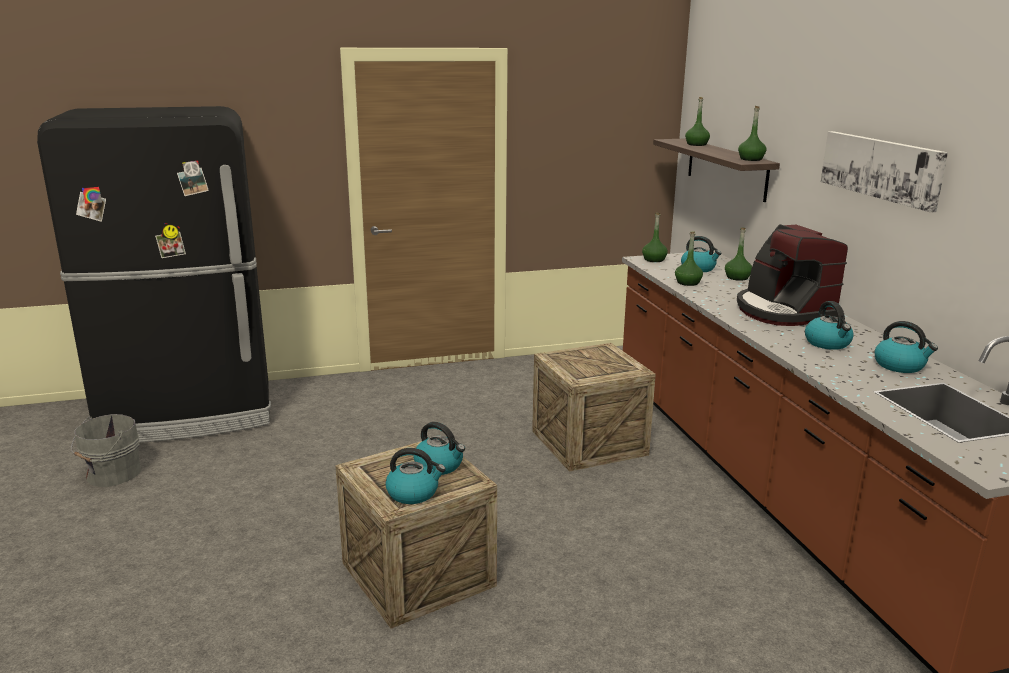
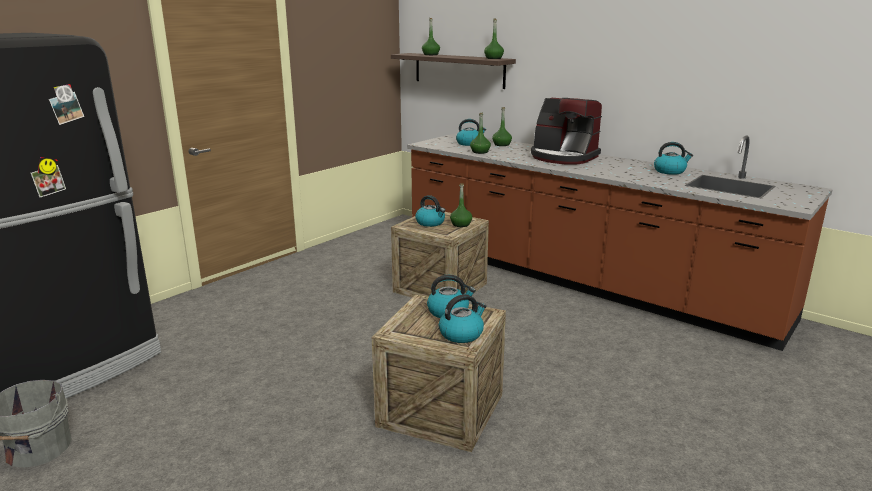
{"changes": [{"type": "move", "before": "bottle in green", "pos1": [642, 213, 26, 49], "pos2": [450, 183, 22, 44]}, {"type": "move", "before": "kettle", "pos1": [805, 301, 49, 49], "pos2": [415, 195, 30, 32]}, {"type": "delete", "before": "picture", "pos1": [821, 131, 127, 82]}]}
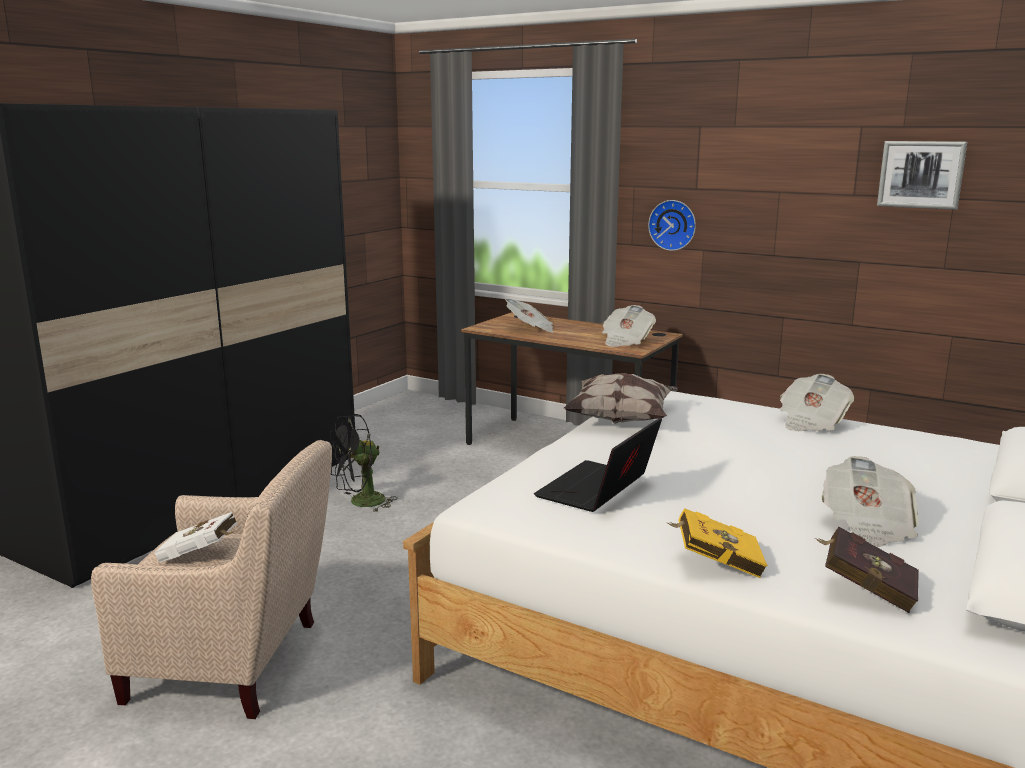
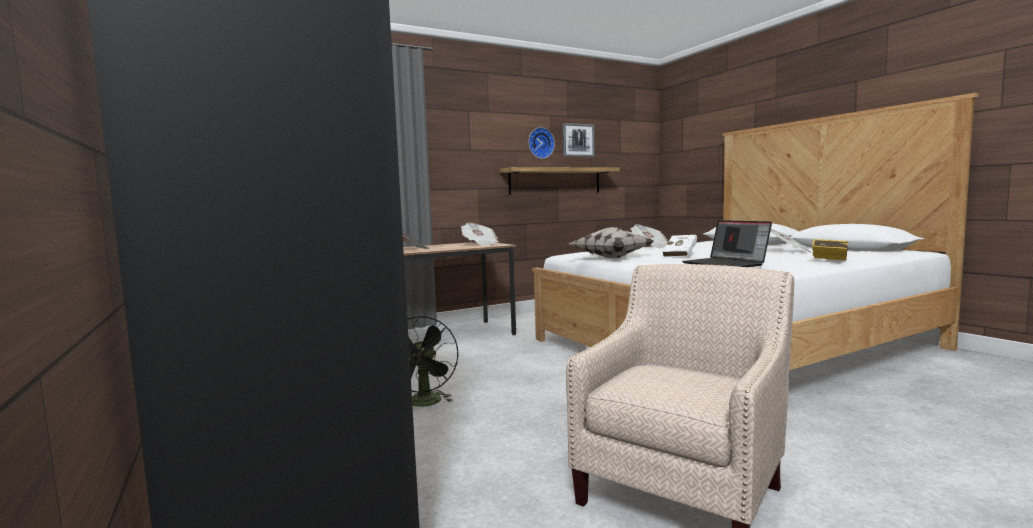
{"changes": [{"type": "move", "before": "book in white", "pos1": [155, 512, 83, 51], "pos2": [663, 235, 34, 22]}, {"type": "move", "before": "wall clock", "pos1": [648, 200, 48, 51], "pos2": [528, 127, 27, 32]}, {"type": "delete", "before": "book in red", "pos1": [815, 527, 104, 86]}, {"type": "insert", "after": "shelf", "pos2": [500, 167, 120, 27]}]}
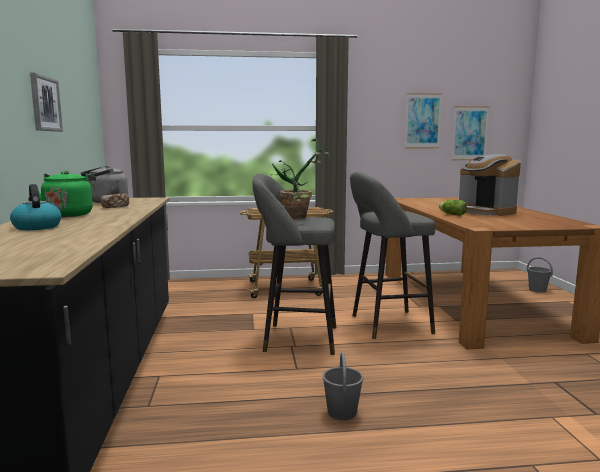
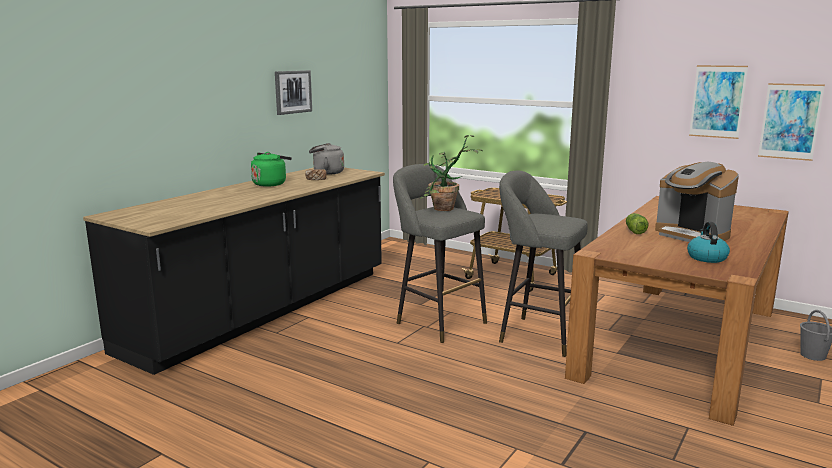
{"changes": [{"type": "move", "before": "kettle", "pos1": [10, 184, 51, 46], "pos2": [687, 222, 43, 41]}, {"type": "delete", "before": "bucket in grey", "pos1": [322, 352, 41, 68]}, {"type": "rotate", "before": "coffee machine", "pos1": [459, 154, 62, 62], "pos2": [655, 162, 84, 80], "turn": -45}]}
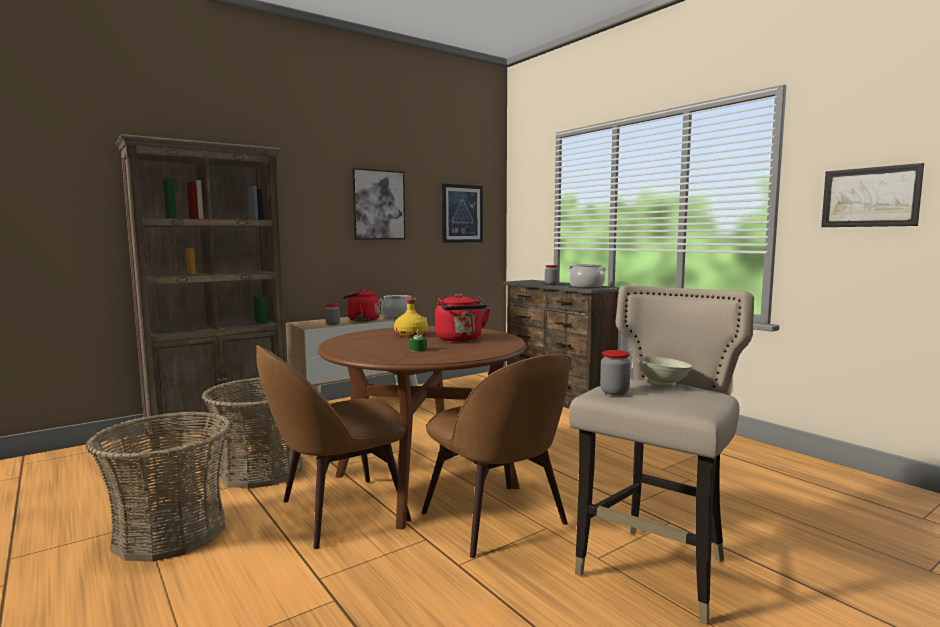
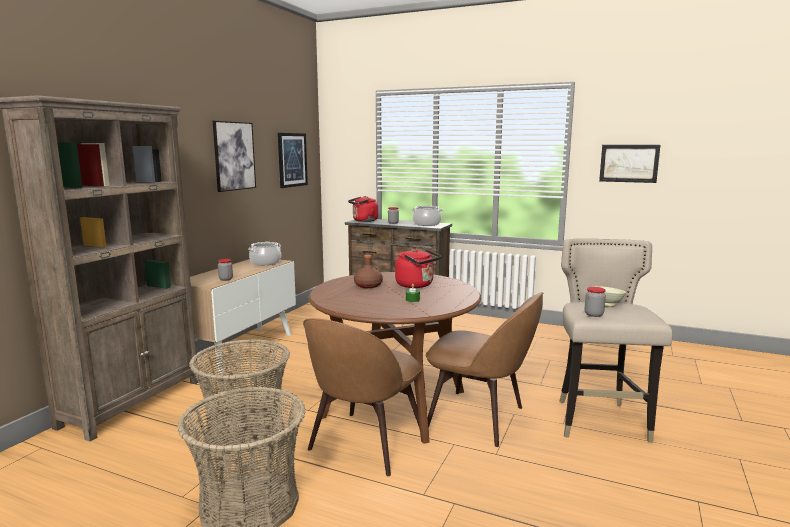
{"changes": [{"type": "move", "before": "kettle in red", "pos1": [342, 289, 38, 33], "pos2": [348, 196, 30, 26]}, {"type": "recolor", "before": "bottle in yellow", "after": "bottle in brown", "pos1": [394, 298, 34, 39], "pos2": [354, 255, 29, 33]}]}
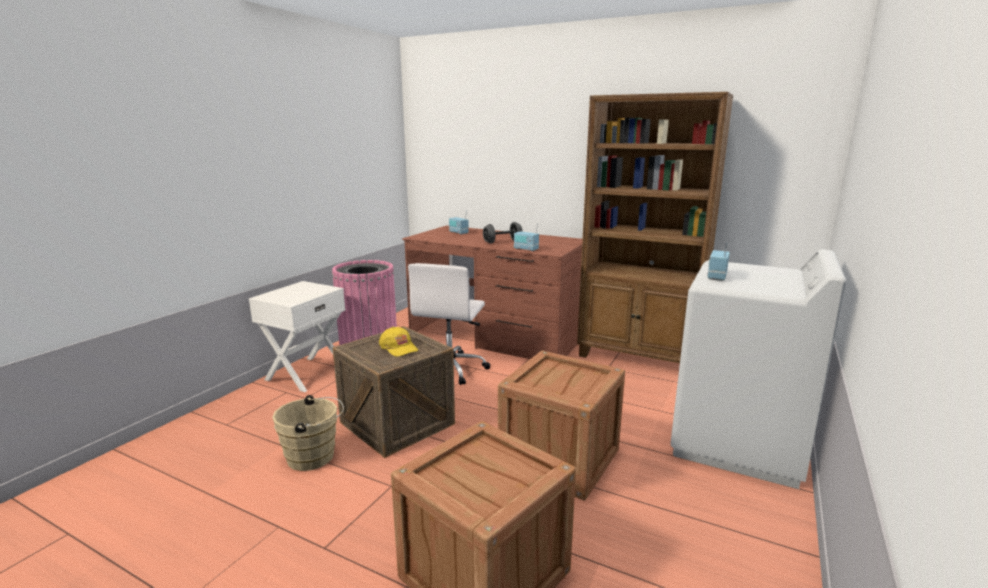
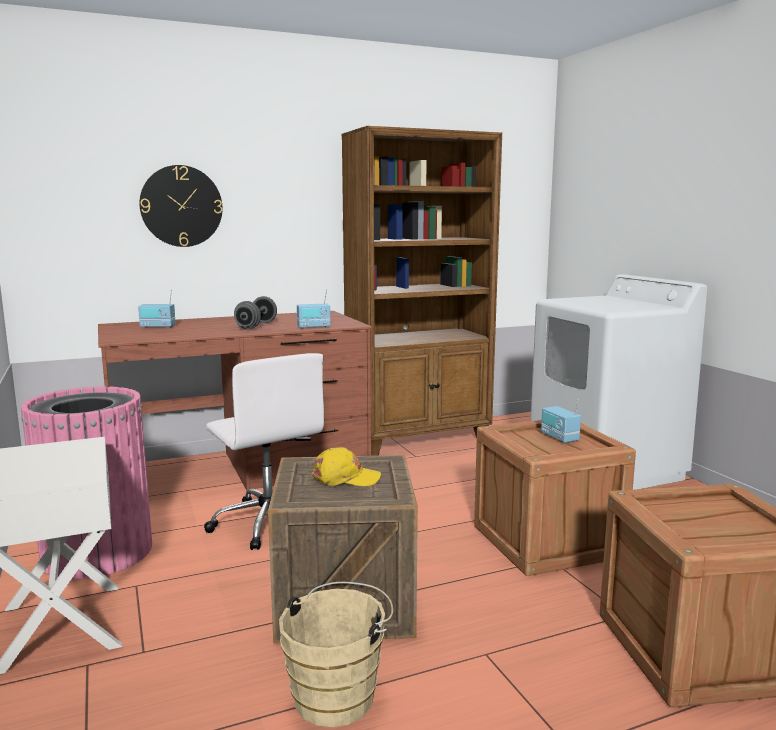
{"changes": [{"type": "move", "before": "radio", "pos1": [707, 242, 23, 39], "pos2": [541, 398, 40, 45]}, {"type": "insert", "after": "wall clock", "pos2": [140, 165, 83, 82]}]}
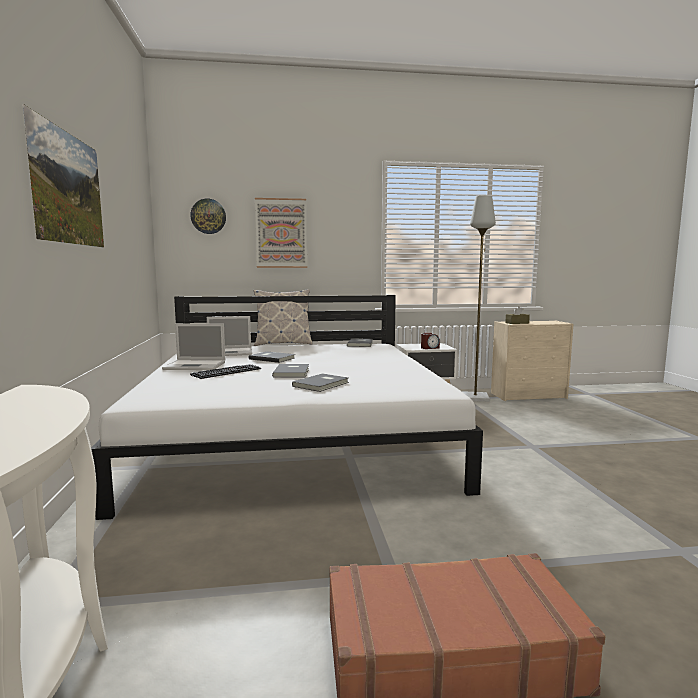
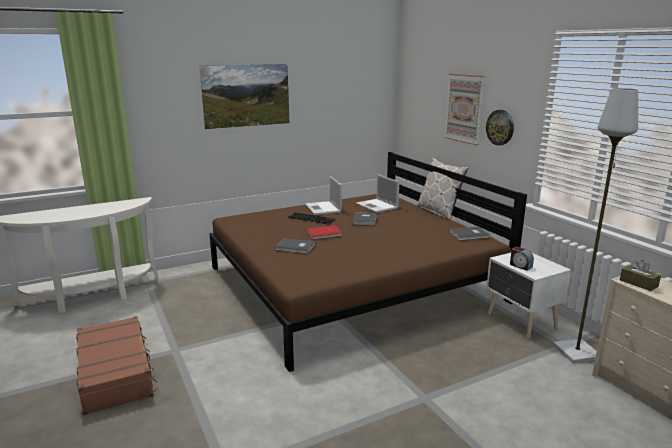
{"changes": [{"type": "recolor", "before": "bed in white", "after": "bed in brown", "pos1": [91, 295, 392, 225], "pos2": [209, 152, 318, 220]}, {"type": "move", "before": "wall clock", "pos1": [190, 199, 36, 35], "pos2": [486, 110, 28, 36]}, {"type": "recolor", "before": "book in grey", "after": "book in red", "pos1": [272, 364, 37, 13], "pos2": [306, 225, 37, 15]}]}
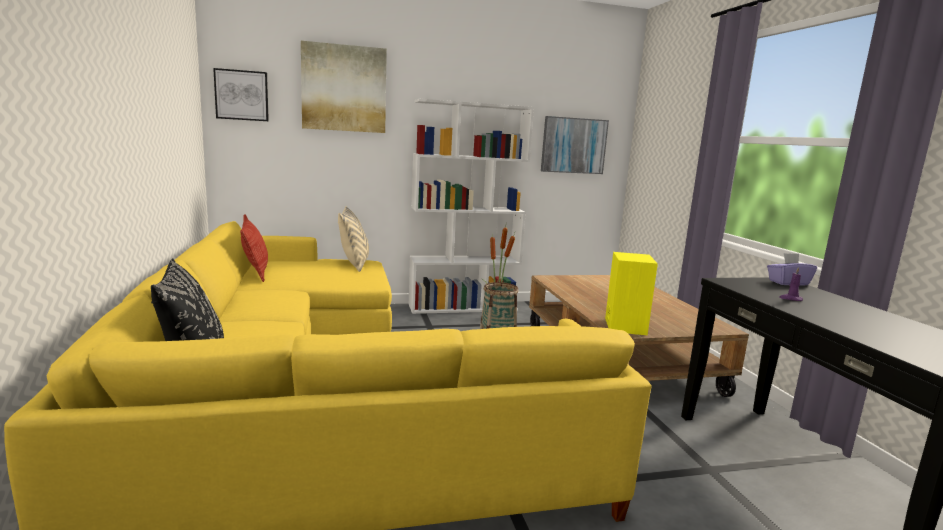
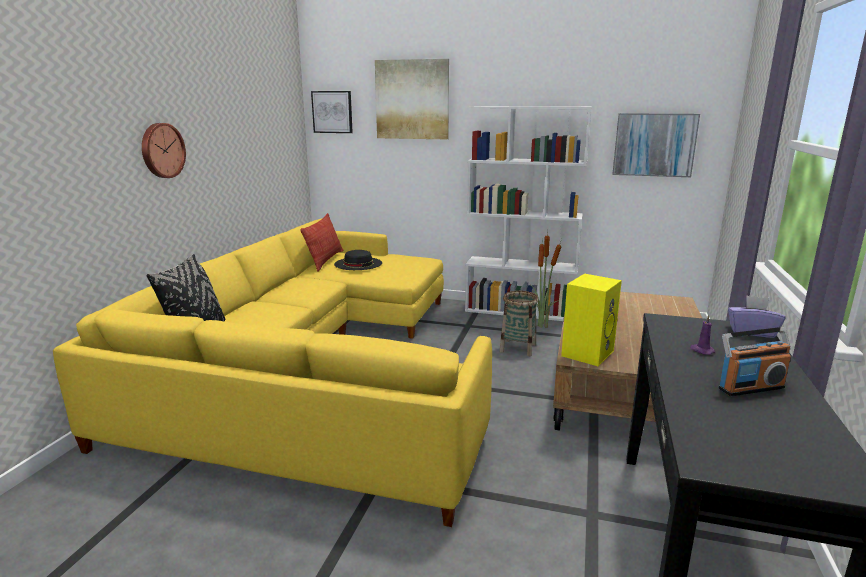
{"changes": [{"type": "delete", "before": "pillow in beige", "pos1": [338, 206, 31, 66]}, {"type": "insert", "after": "wall clock", "pos2": [142, 123, 44, 55]}, {"type": "insert", "after": "hat in black", "pos2": [334, 250, 48, 20]}, {"type": "insert", "after": "radio", "pos2": [718, 327, 73, 69]}]}
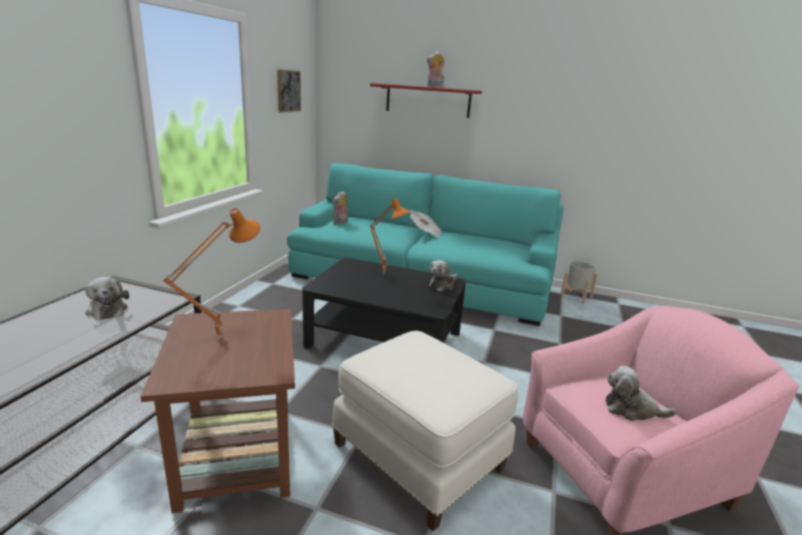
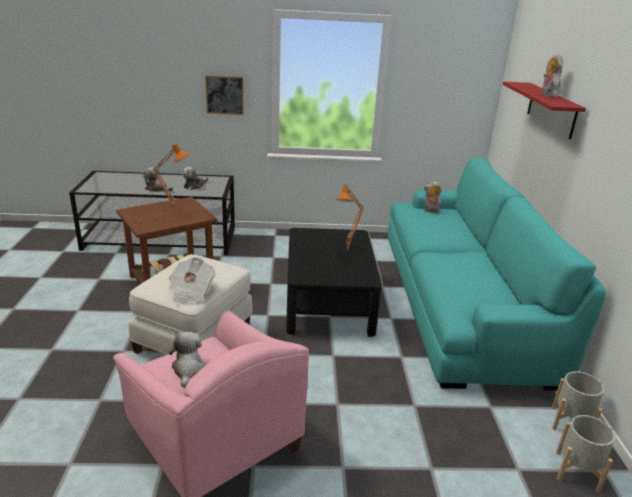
{"changes": [{"type": "move", "before": "picture", "pos1": [277, 69, 24, 43], "pos2": [205, 76, 39, 39]}, {"type": "move", "before": "newspaper", "pos1": [410, 210, 31, 27], "pos2": [169, 257, 46, 47]}, {"type": "move", "before": "plush toy", "pos1": [429, 260, 29, 32], "pos2": [143, 167, 30, 25]}, {"type": "insert", "after": "planter in grey", "pos2": [556, 415, 59, 78]}]}
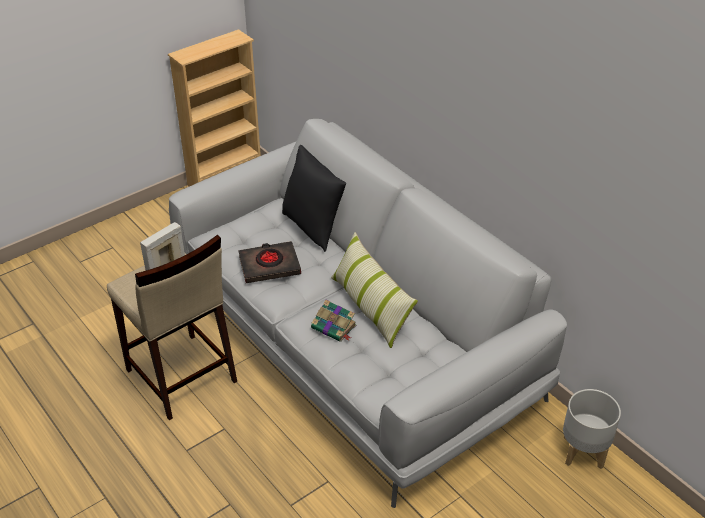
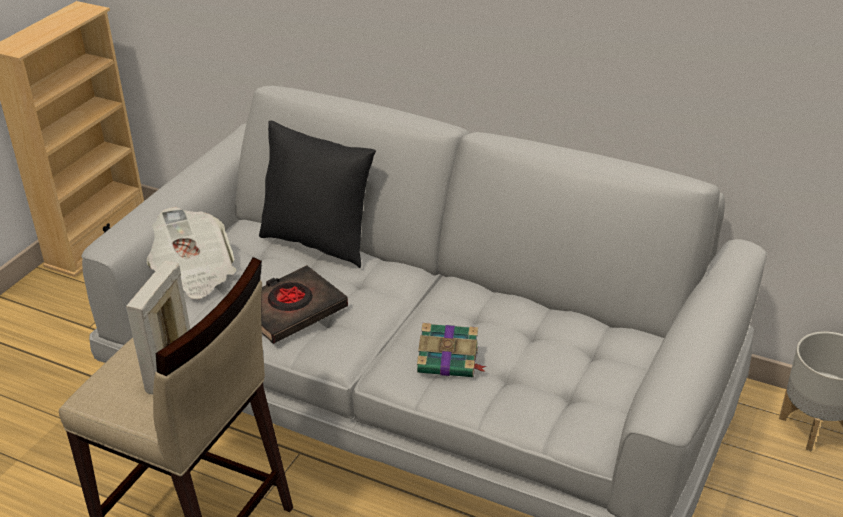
{"changes": [{"type": "delete", "before": "pillow", "pos1": [331, 232, 87, 116]}, {"type": "insert", "after": "newspaper", "pos2": [147, 207, 89, 92]}]}
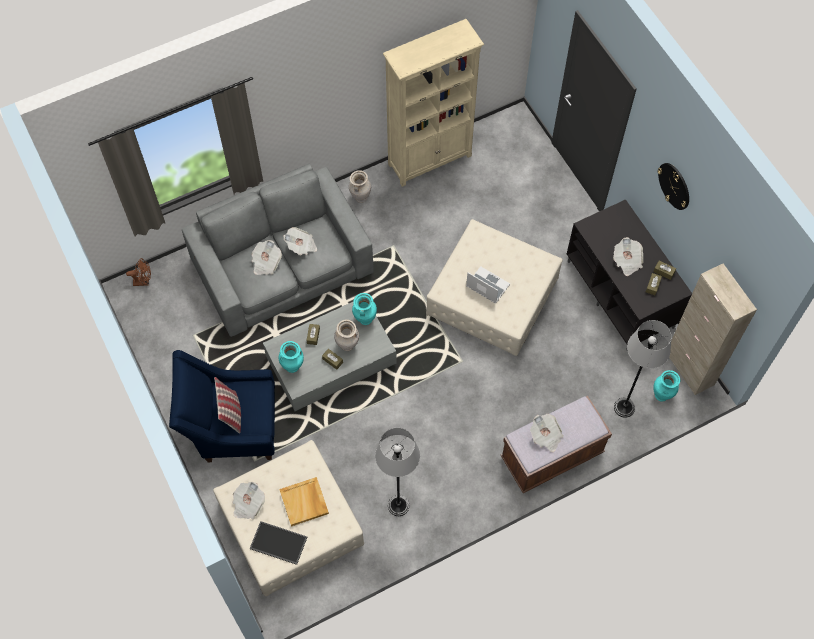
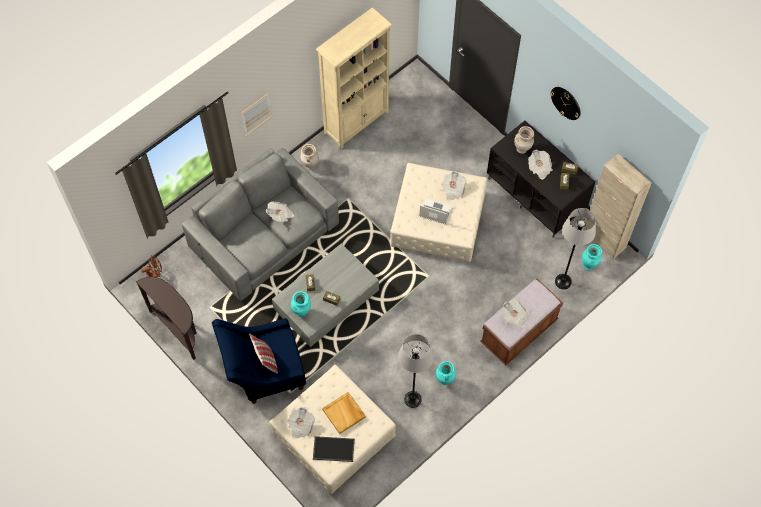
{"changes": [{"type": "move", "before": "newspaper", "pos1": [252, 240, 30, 35], "pos2": [441, 171, 26, 30]}, {"type": "move", "before": "vase in beige", "pos1": [334, 319, 25, 32], "pos2": [514, 126, 20, 28]}, {"type": "move", "before": "vase in turquoise", "pos1": [352, 293, 25, 32], "pos2": [436, 361, 20, 24]}, {"type": "insert", "after": "console table in brown", "pos2": [136, 277, 61, 83]}, {"type": "insert", "after": "picture", "pos2": [242, 93, 30, 43]}]}
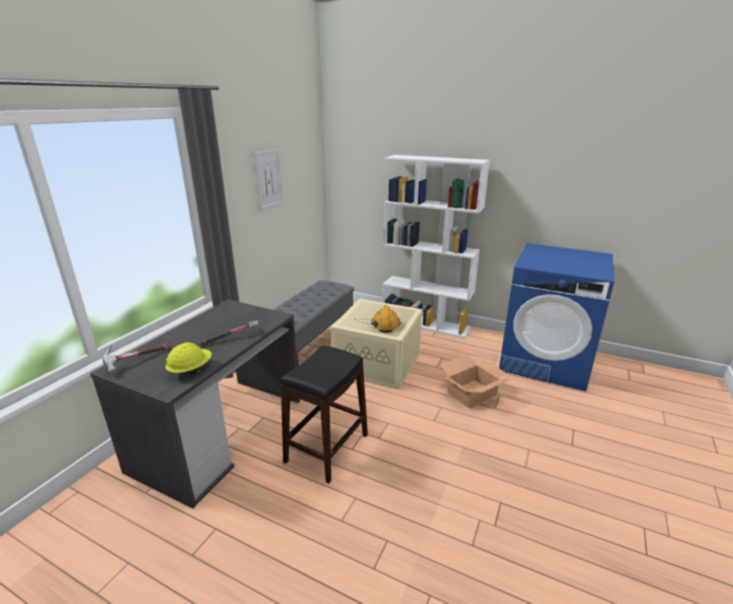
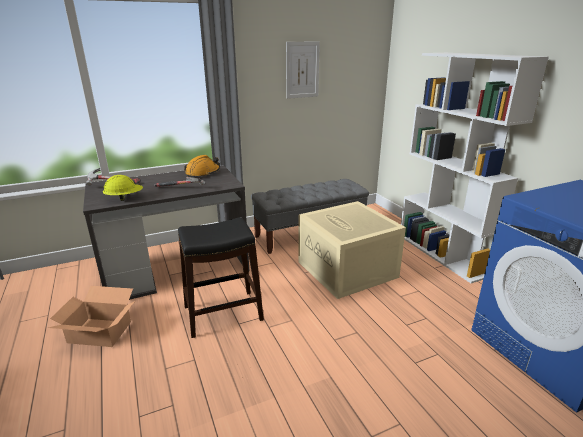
{"changes": [{"type": "move", "before": "hard hat in orange", "pos1": [371, 305, 30, 28], "pos2": [184, 155, 36, 23]}, {"type": "move", "before": "cardboard box", "pos1": [441, 354, 69, 54], "pos2": [48, 286, 87, 61]}]}
